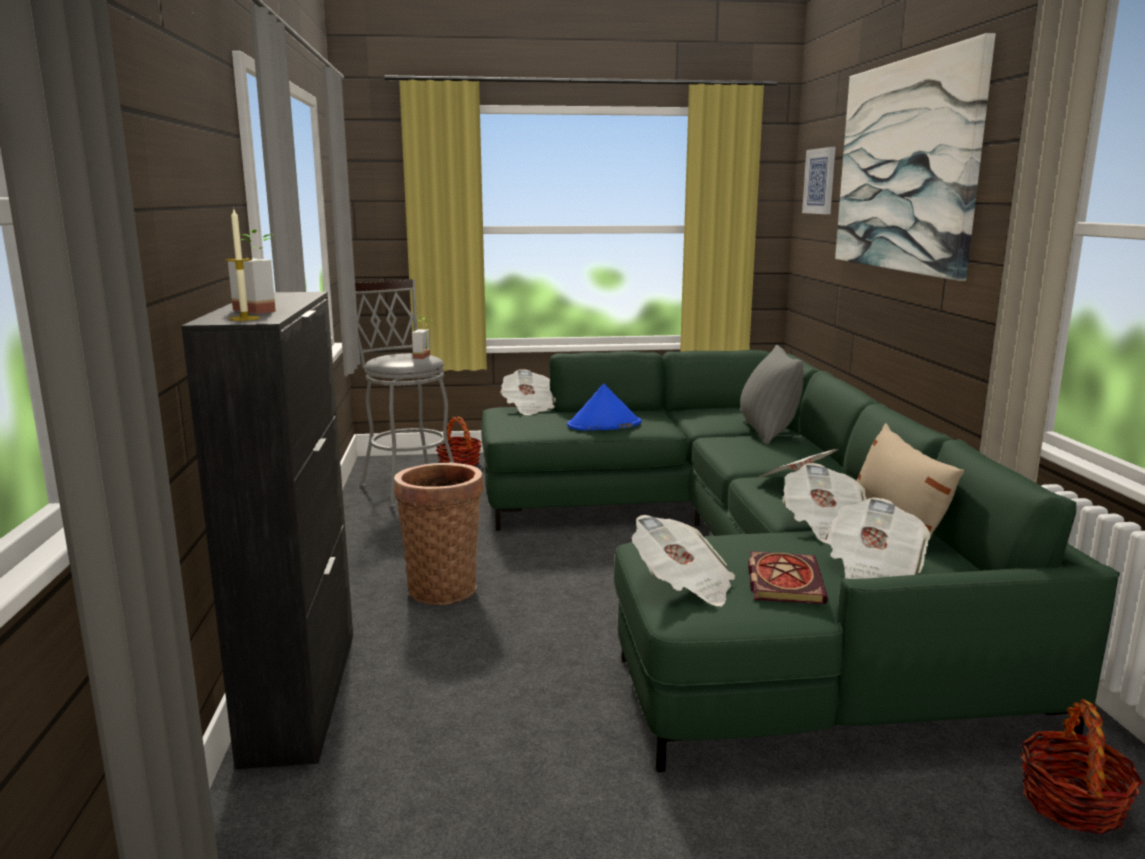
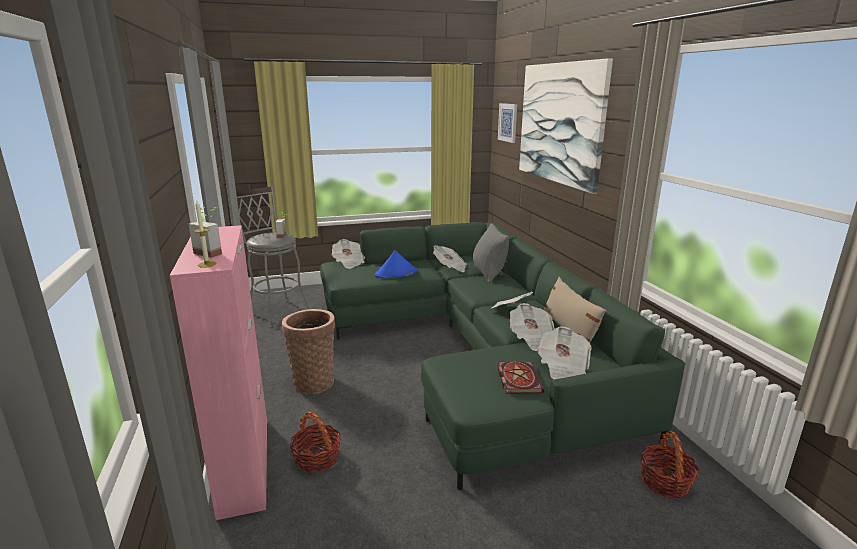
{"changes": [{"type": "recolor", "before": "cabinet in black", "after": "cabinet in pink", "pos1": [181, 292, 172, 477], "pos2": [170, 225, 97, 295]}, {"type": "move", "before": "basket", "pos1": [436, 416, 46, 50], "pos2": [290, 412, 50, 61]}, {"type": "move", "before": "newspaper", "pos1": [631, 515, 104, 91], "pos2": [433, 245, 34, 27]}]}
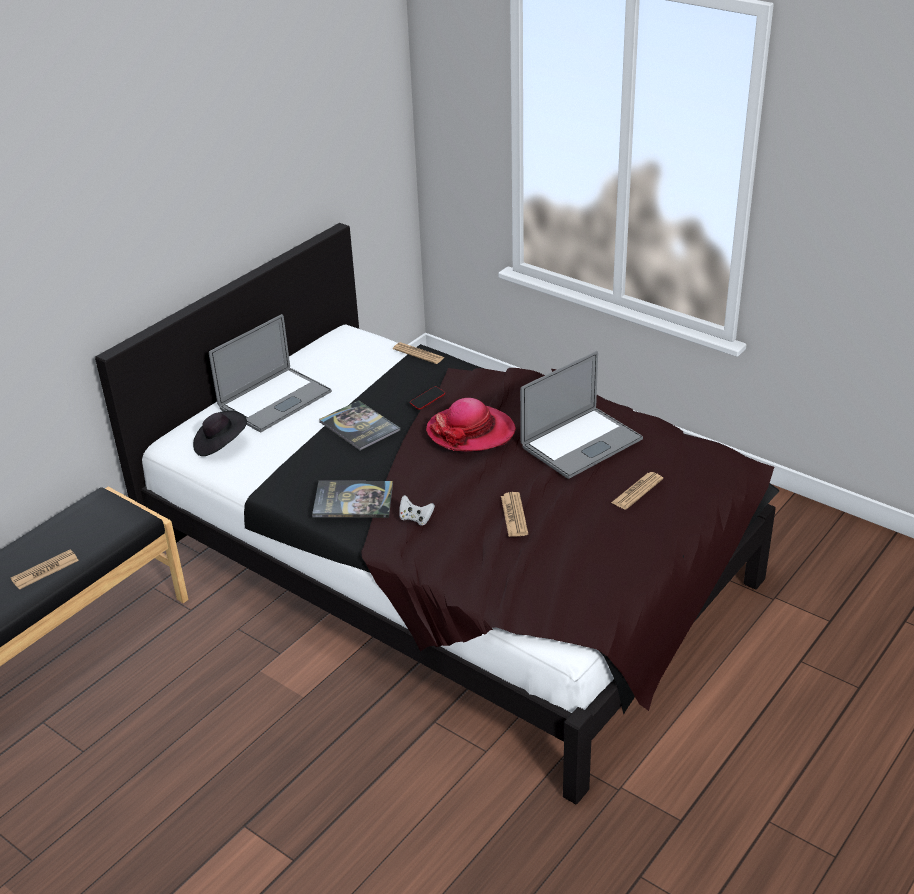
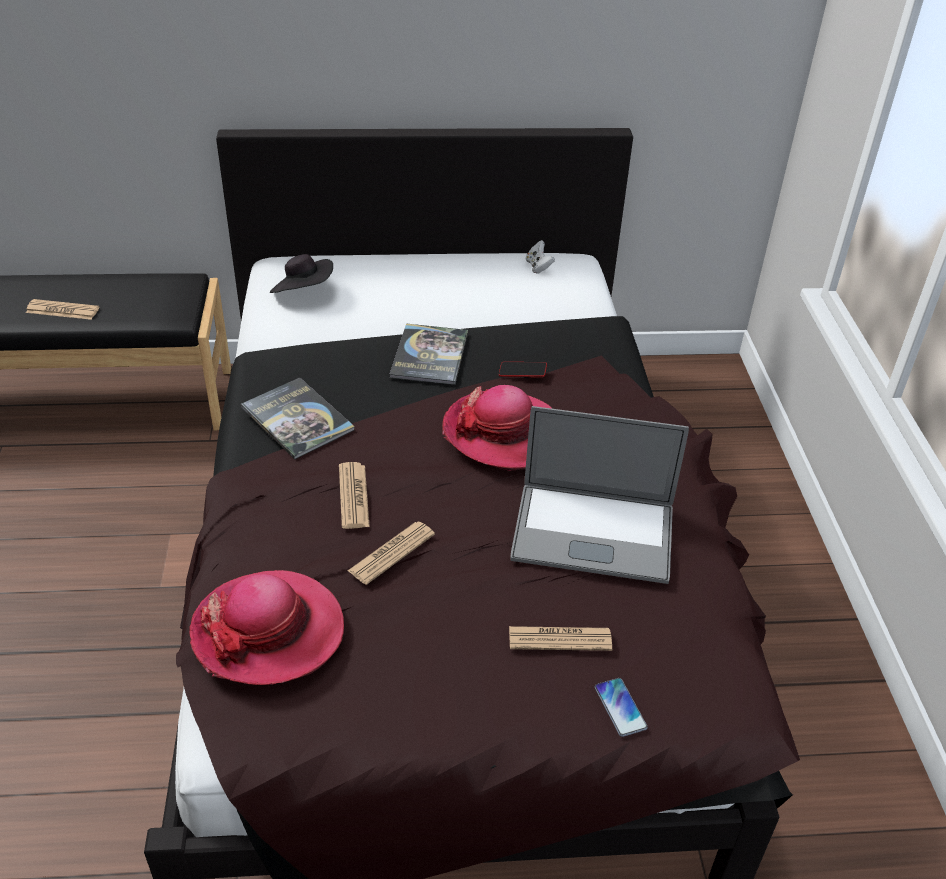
{"changes": [{"type": "delete", "before": "laptop", "pos1": [209, 314, 123, 118]}, {"type": "move", "before": "newspaper", "pos1": [393, 342, 52, 22], "pos2": [339, 462, 31, 67]}, {"type": "move", "before": "game controller in white", "pos1": [399, 495, 36, 31], "pos2": [526, 240, 29, 34]}, {"type": "insert", "after": "hat", "pos2": [189, 570, 155, 115]}, {"type": "insert", "after": "phone", "pos2": [595, 678, 53, 59]}]}
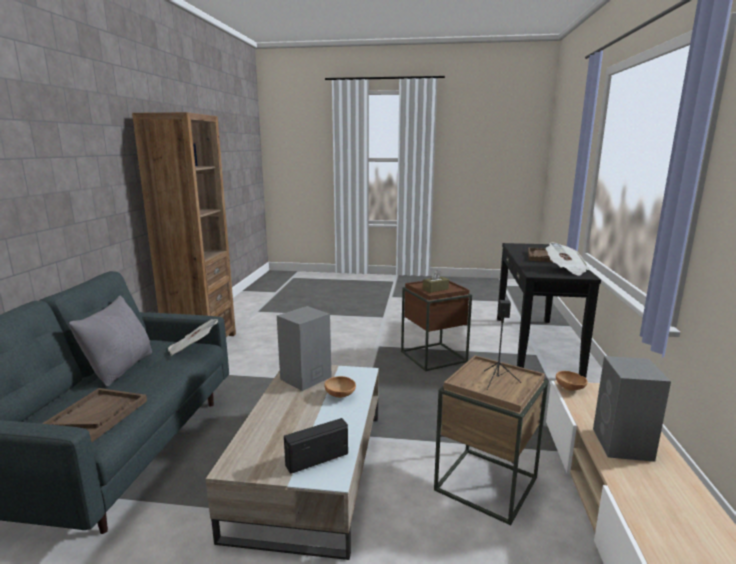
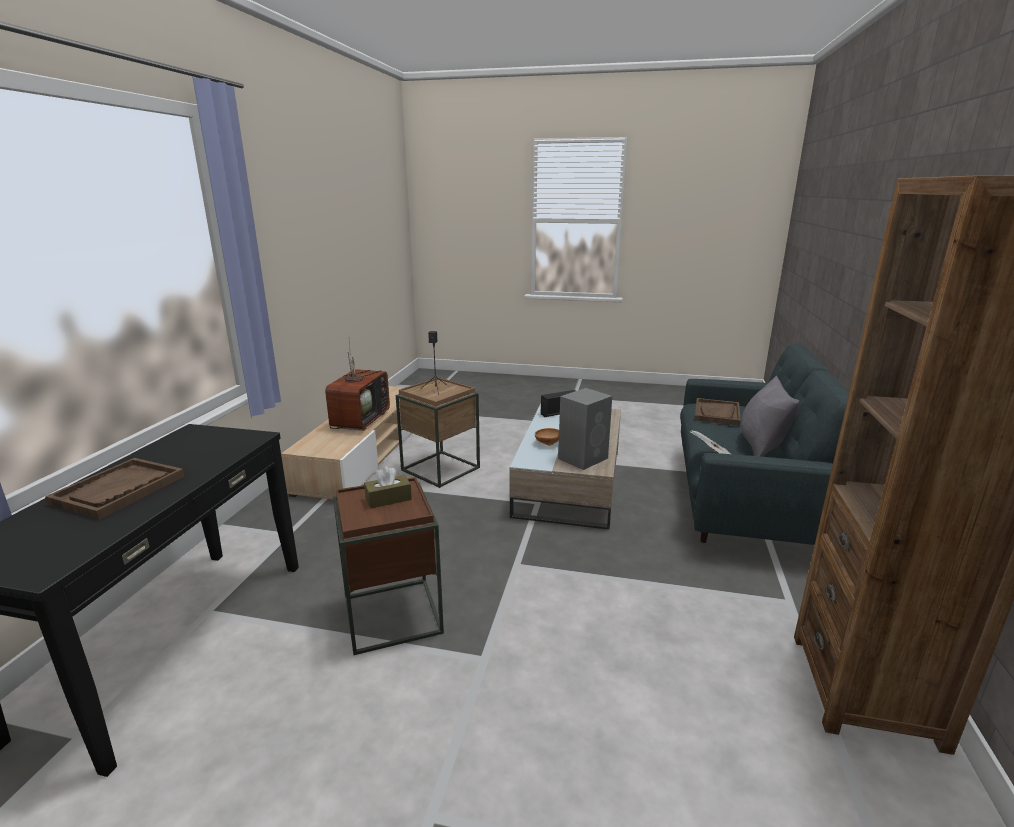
{"changes": [{"type": "delete", "before": "newspaper", "pos1": [546, 242, 43, 34]}, {"type": "delete", "before": "bowl in brown", "pos1": [556, 371, 32, 20]}, {"type": "replace", "before": "speaker in grey", "after": "television", "pos1": [593, 356, 78, 106], "pos2": [325, 336, 65, 95]}]}
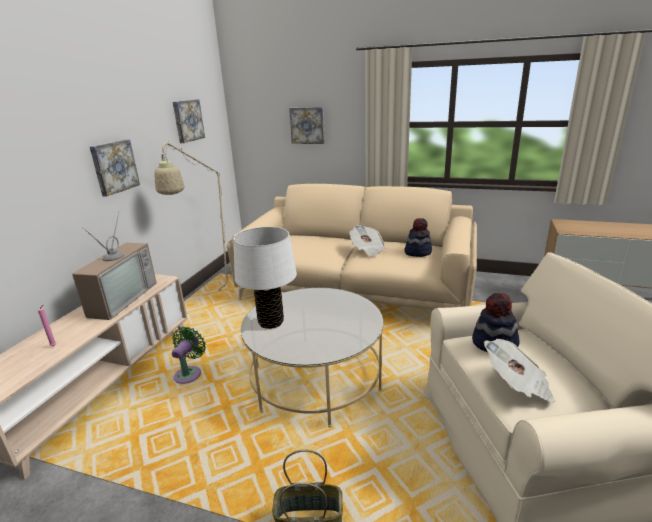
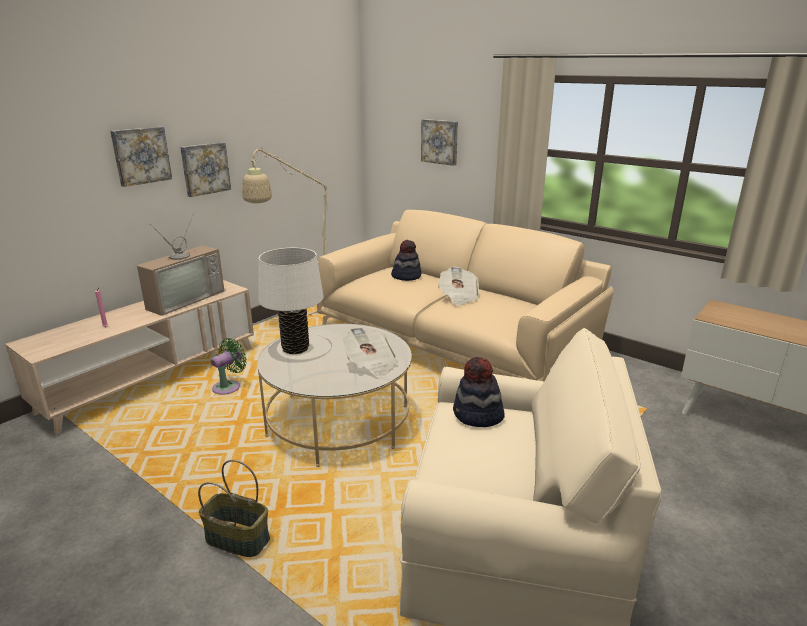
{"changes": [{"type": "move", "before": "picture", "pos1": [173, 99, 32, 44], "pos2": [110, 127, 62, 60]}, {"type": "move", "before": "hat", "pos1": [404, 218, 28, 39], "pos2": [391, 240, 30, 41]}, {"type": "move", "before": "newspaper", "pos1": [484, 339, 71, 64], "pos2": [343, 327, 55, 51]}]}
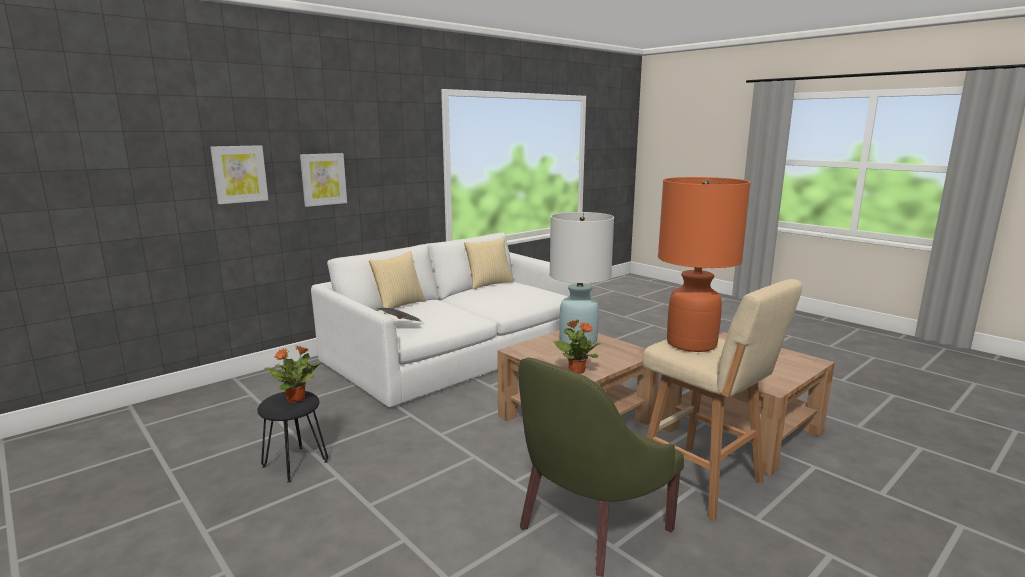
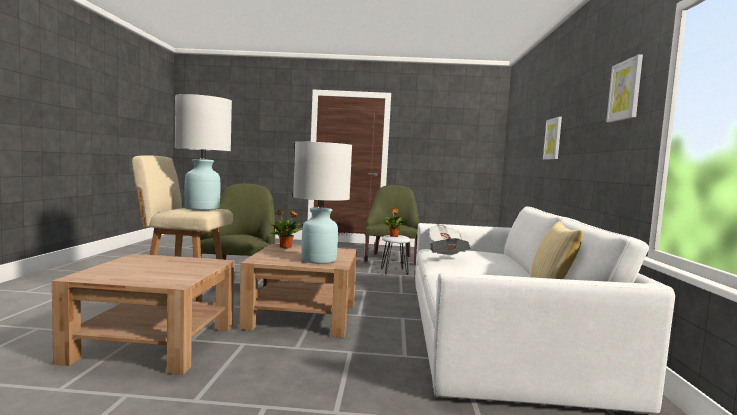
{"changes": [{"type": "recolor", "before": "stool in black", "after": "stool in white", "pos1": [257, 391, 71, 92], "pos2": [381, 235, 30, 40]}, {"type": "move", "before": "picture", "pos1": [300, 153, 47, 54], "pos2": [606, 54, 37, 68]}, {"type": "delete", "before": "pillow", "pos1": [369, 251, 57, 63]}, {"type": "recolor", "before": "table lamp in orange", "after": "table lamp in white", "pos1": [658, 177, 93, 175], "pos2": [175, 94, 57, 116]}, {"type": "insert", "after": "armchair in green", "pos2": [365, 185, 54, 80]}, {"type": "insert", "after": "newspaper", "pos2": [430, 238, 40, 17]}]}
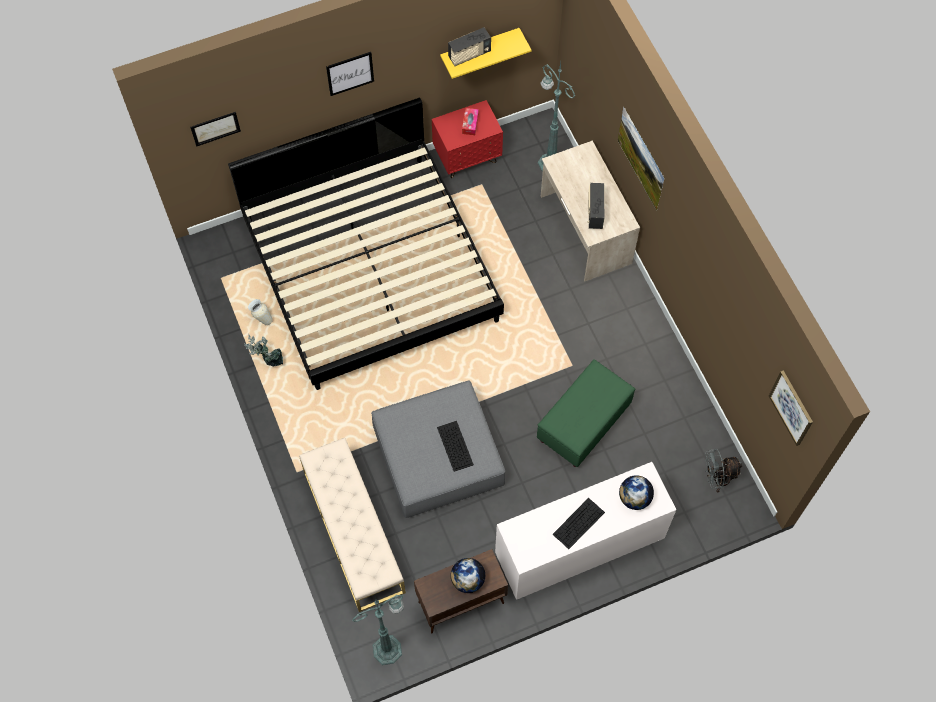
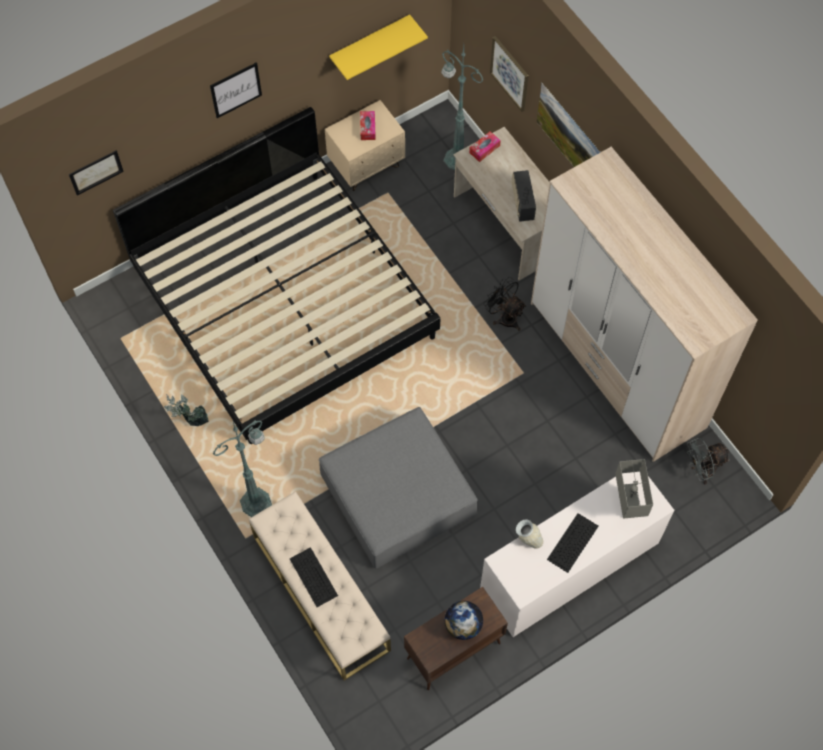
{"changes": [{"type": "move", "before": "vase", "pos1": [248, 299, 25, 26], "pos2": [516, 520, 27, 29]}, {"type": "move", "before": "floor lamp in green", "pos1": [352, 595, 52, 70], "pos2": [213, 420, 59, 97]}, {"type": "recolor", "before": "nightstand in red", "after": "nightstand in beige", "pos1": [432, 100, 71, 78], "pos2": [325, 100, 80, 91]}, {"type": "move", "before": "keyboard", "pos1": [437, 421, 37, 51], "pos2": [290, 547, 48, 60]}, {"type": "delete", "before": "radio", "pos1": [448, 27, 43, 39]}, {"type": "delete", "before": "ottoman in green", "pos1": [537, 359, 99, 108]}, {"type": "replace", "before": "globe", "after": "table lamp in grey", "pos1": [619, 475, 35, 35], "pos2": [615, 459, 38, 60]}, {"type": "move", "before": "picture", "pos1": [769, 370, 44, 76], "pos2": [490, 36, 39, 76]}, {"type": "insert", "after": "tissue box", "pos2": [469, 131, 32, 31]}, {"type": "insert", "after": "fan in black", "pos2": [483, 277, 43, 54]}, {"type": "insert", "after": "wardrobe", "pos2": [531, 147, 227, 315]}]}
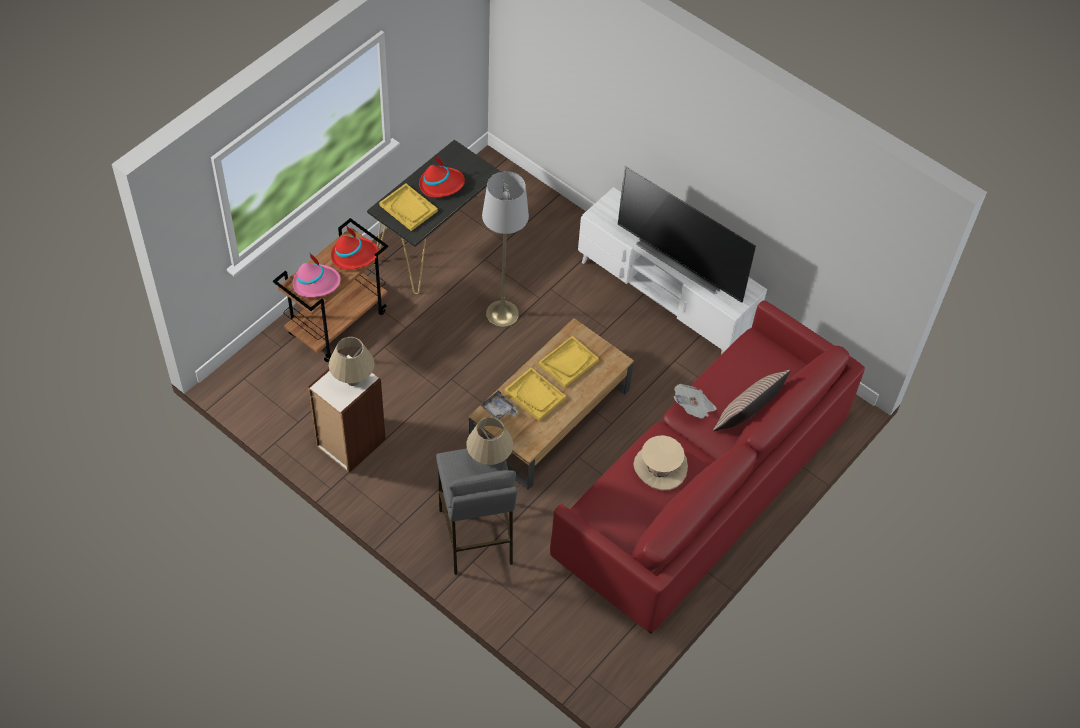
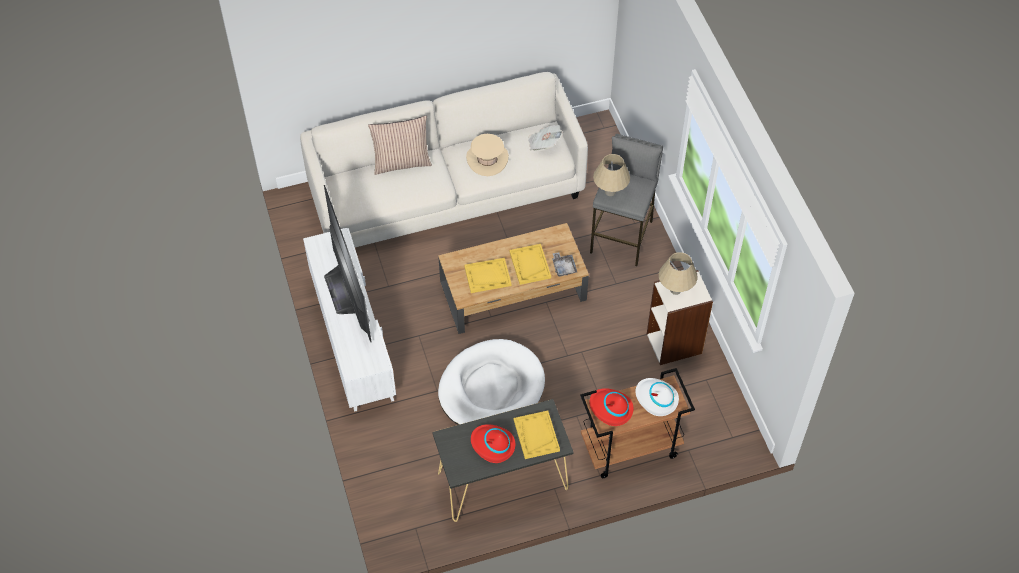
{"changes": [{"type": "recolor", "before": "hat in pink", "after": "hat in white", "pos1": [293, 252, 48, 45], "pos2": [635, 378, 44, 38]}, {"type": "replace", "before": "floor lamp in grey", "after": "dog bed in white", "pos1": [482, 171, 47, 157], "pos2": [438, 339, 107, 86]}, {"type": "recolor", "before": "sofa in red", "after": "sofa in white", "pos1": [550, 300, 315, 334], "pos2": [300, 72, 288, 175]}, {"type": "move", "before": "newspaper", "pos1": [674, 384, 43, 35], "pos2": [528, 125, 35, 26]}]}
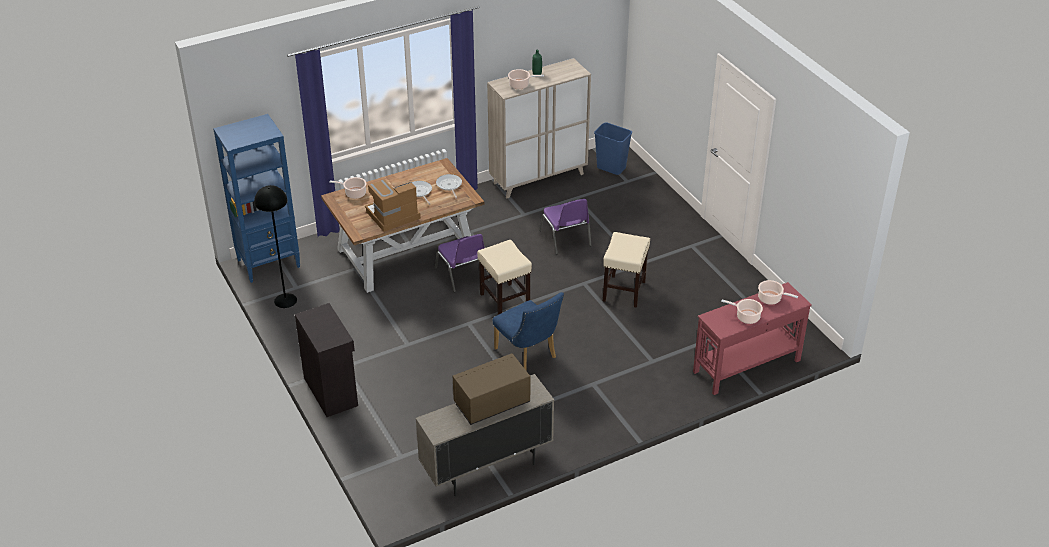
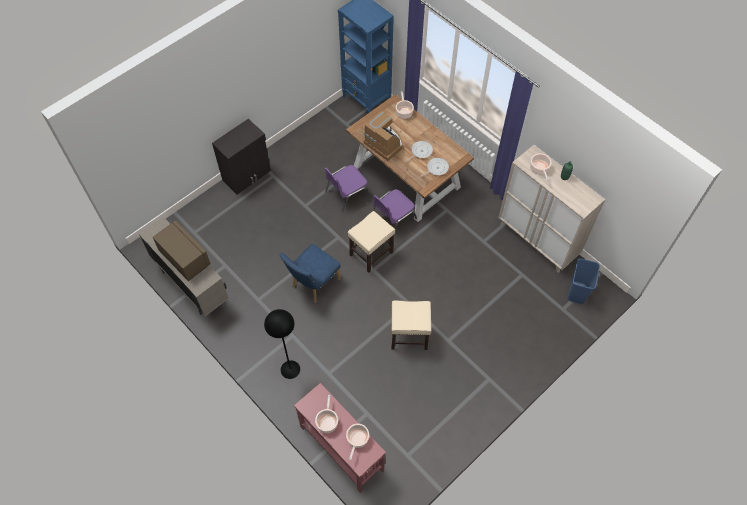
{"changes": [{"type": "move", "before": "floor lamp in black", "pos1": [254, 185, 43, 123], "pos2": [264, 309, 36, 70]}, {"type": "move", "before": "chair in purple", "pos1": [539, 199, 52, 55], "pos2": [325, 165, 46, 47]}]}
